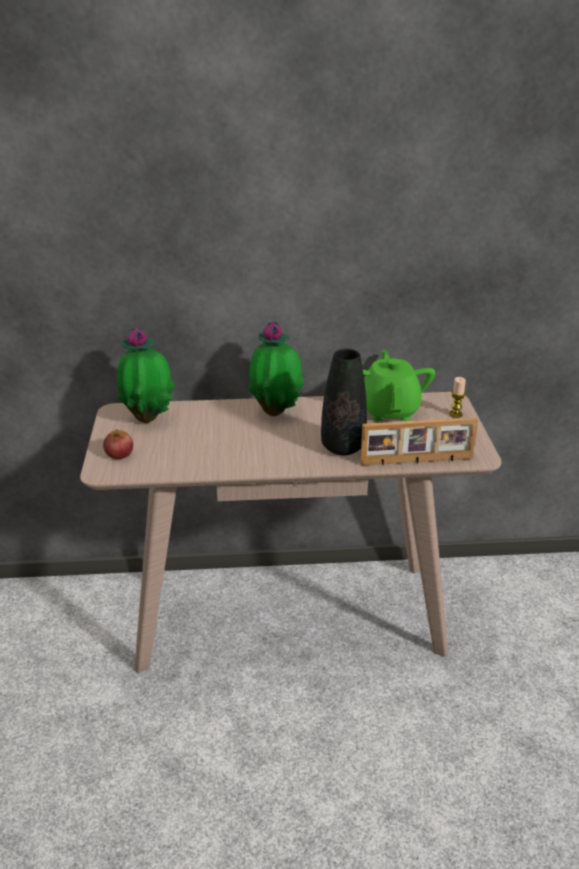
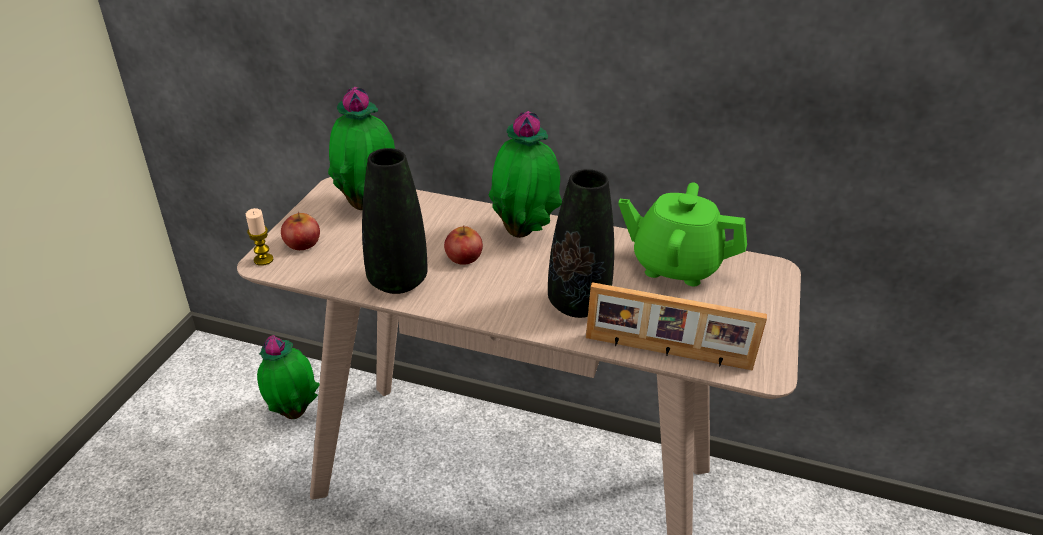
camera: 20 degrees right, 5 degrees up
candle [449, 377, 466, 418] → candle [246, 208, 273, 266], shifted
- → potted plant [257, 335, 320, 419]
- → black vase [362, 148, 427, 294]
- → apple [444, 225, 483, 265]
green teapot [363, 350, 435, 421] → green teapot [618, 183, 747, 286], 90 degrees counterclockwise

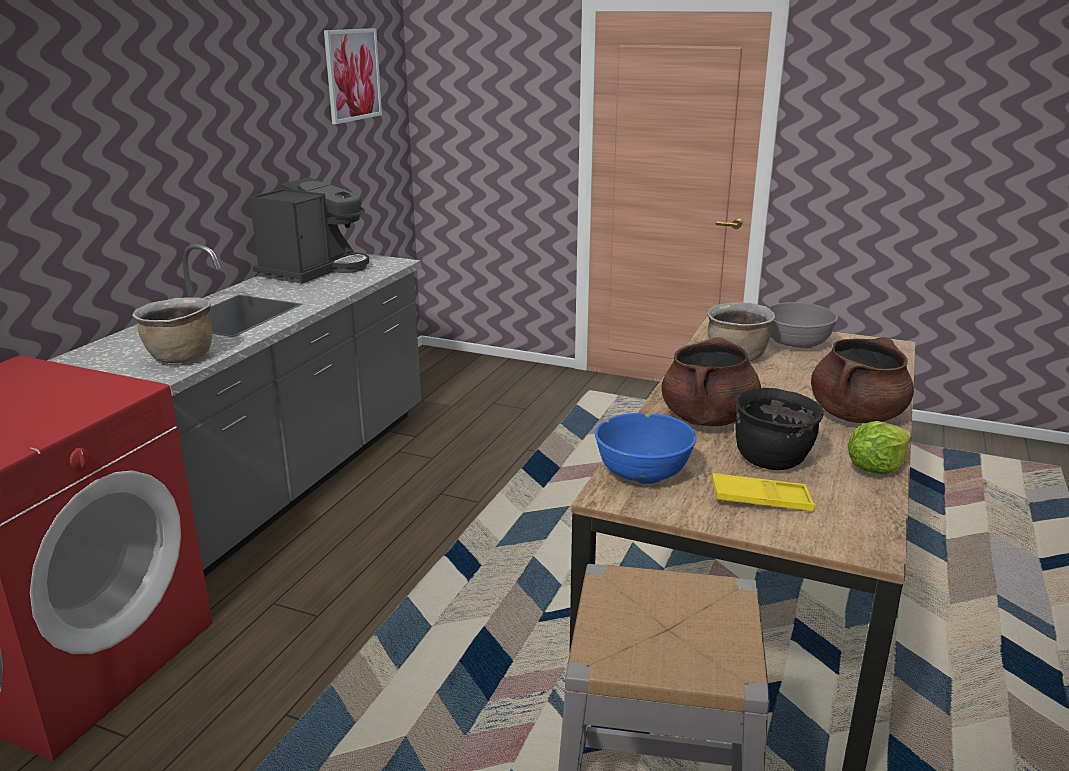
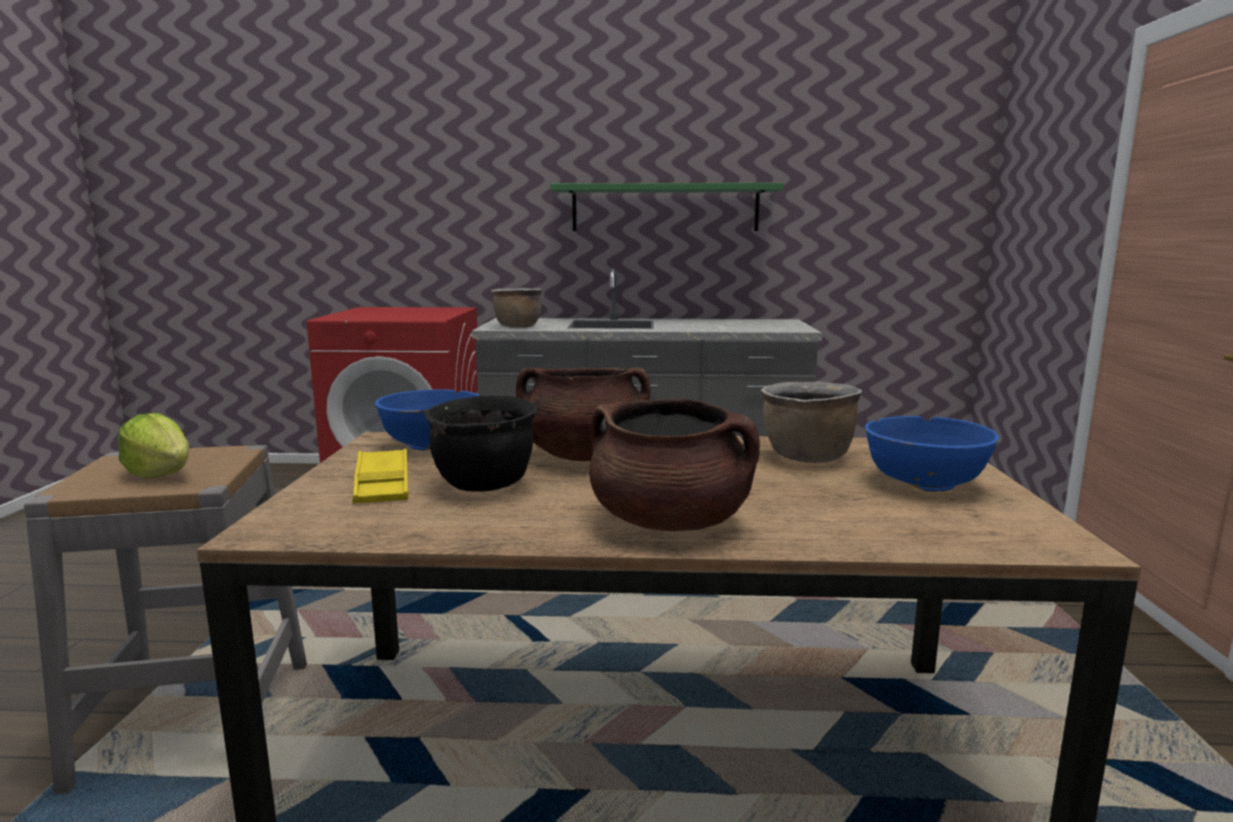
camera: 70 degrees right, 10 degrees down
lettuce [848, 421, 912, 474] → lettuce [118, 413, 189, 478], shifted
- → green shelf [550, 183, 784, 231]
grey bowl [770, 302, 838, 348] → blue bowl [865, 416, 1000, 492]
coffee machine [249, 177, 369, 284] → -
picture [324, 28, 382, 124] → -

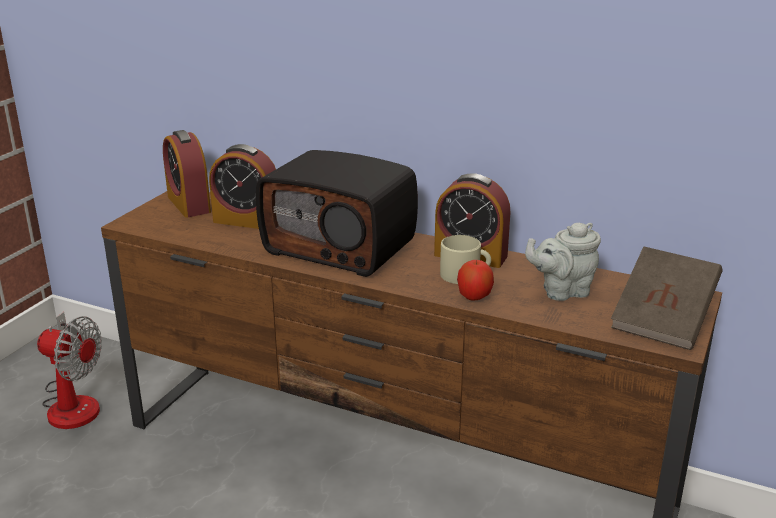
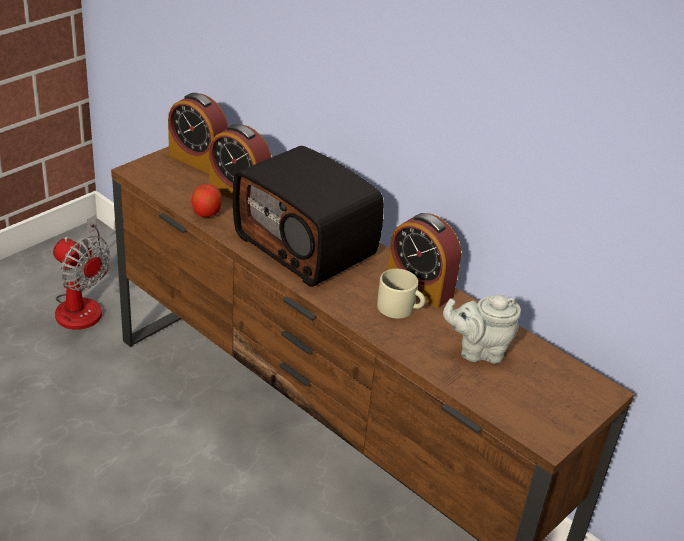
camera: 15 degrees right, 10 degrees up
alarm clock [163, 130, 211, 218] → alarm clock [168, 93, 228, 174], 45 degrees counterclockwise
apple [457, 260, 494, 301] → apple [191, 184, 222, 217], shifted
brown book [611, 247, 723, 350] → -

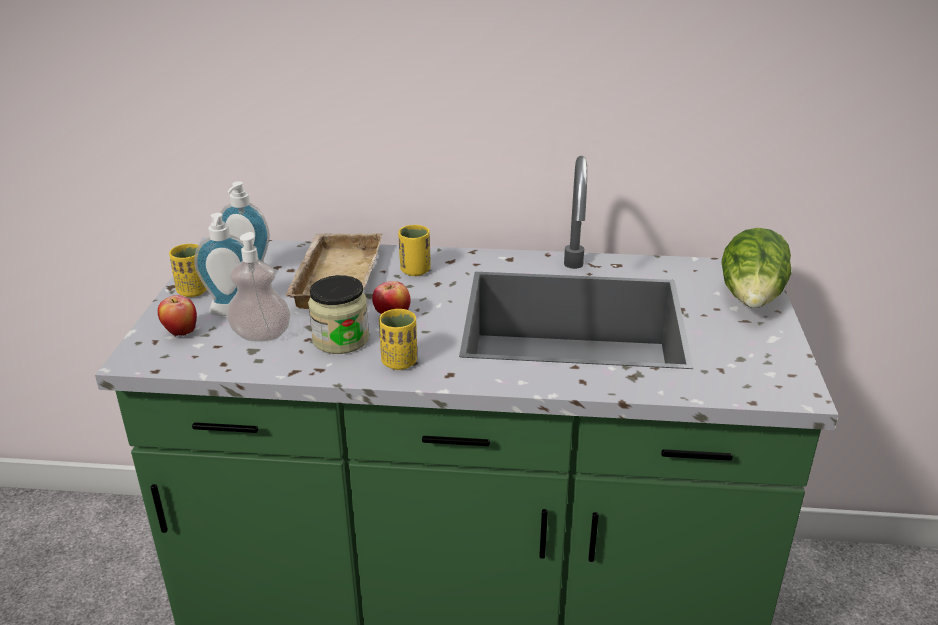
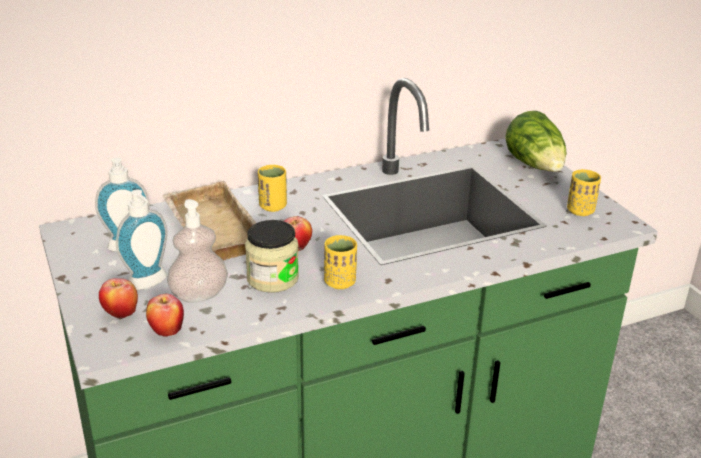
camera: 30 degrees left, 0 degrees up
- → apple [146, 294, 184, 337]
yellow cup [169, 244, 207, 297] → yellow cup [567, 169, 601, 216], shifted

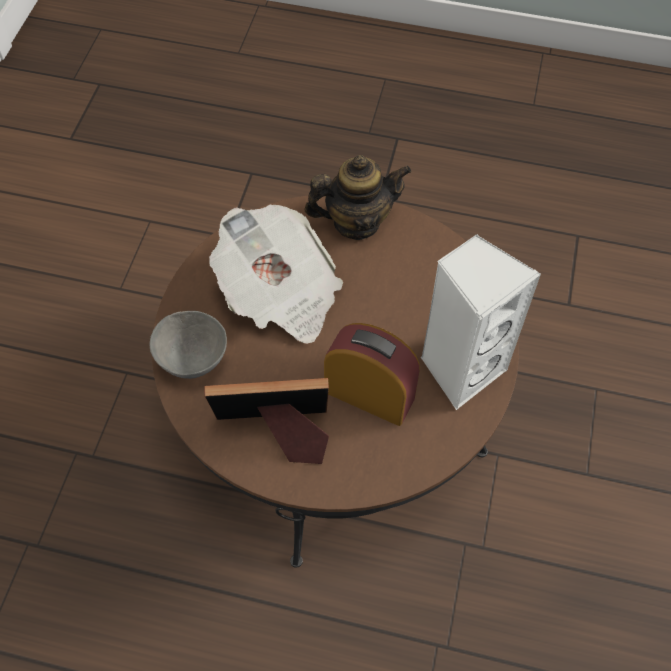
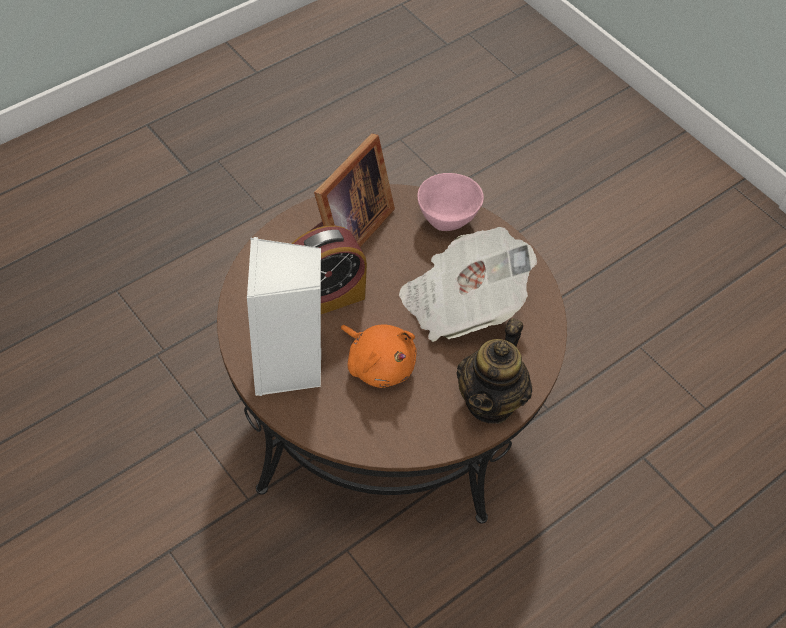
camera: 125 degrees right, 5 degrees down
- → orange plush toy [341, 325, 417, 388]
grey bowl [150, 311, 227, 379] → pink bowl [417, 173, 484, 231]

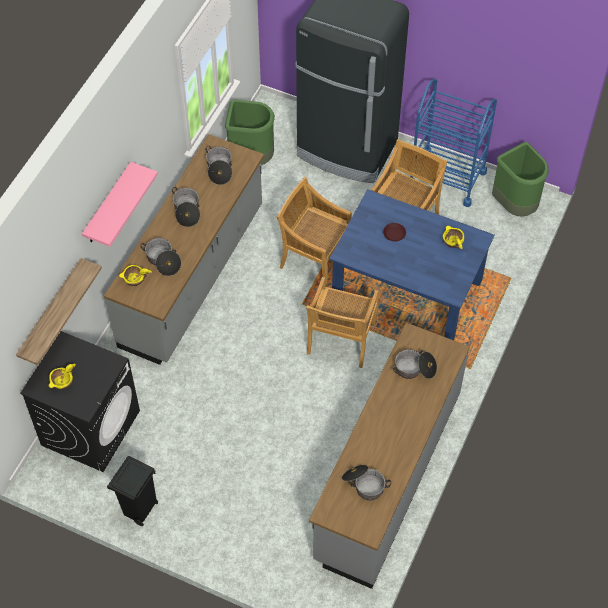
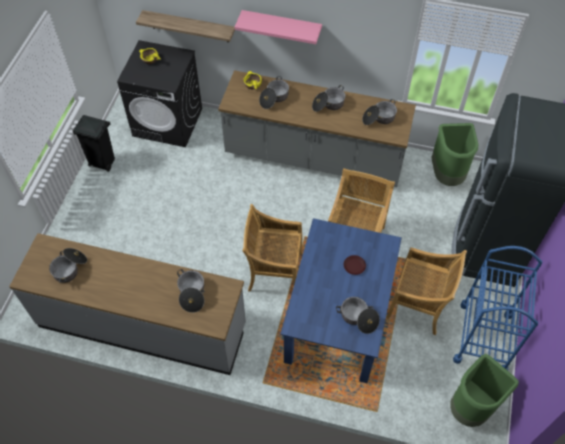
camera: 80 degrees right, 0 degrees up
yellow bowl [443, 226, 464, 249] → cooking pot [336, 297, 380, 334]

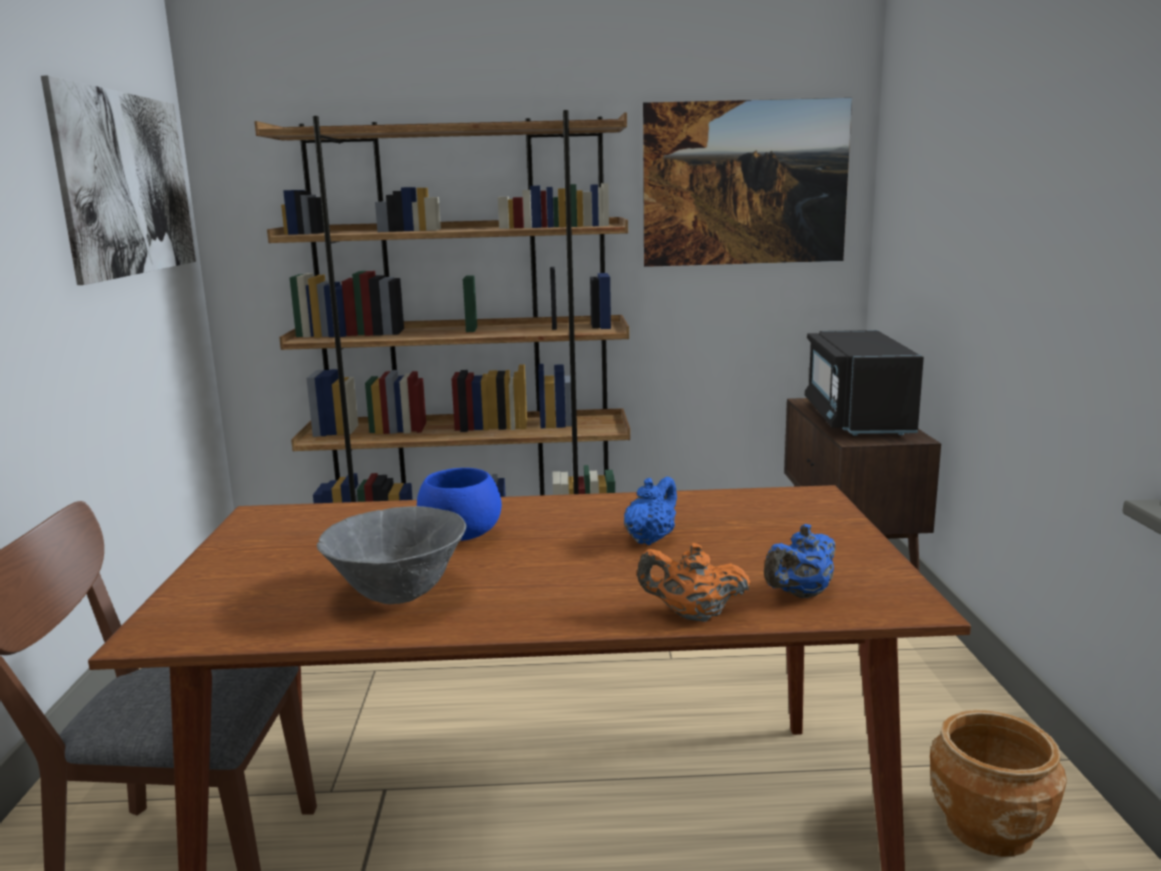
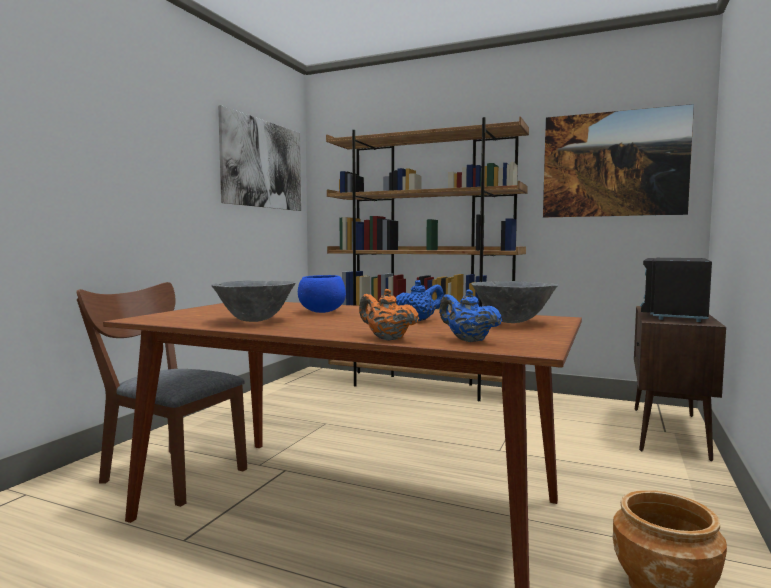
camera: 25 degrees right, 10 degrees down
blue teapot [764, 524, 836, 598] → blue teapot [439, 289, 502, 342], 60 degrees clockwise
- → grey bowl [471, 281, 558, 323]

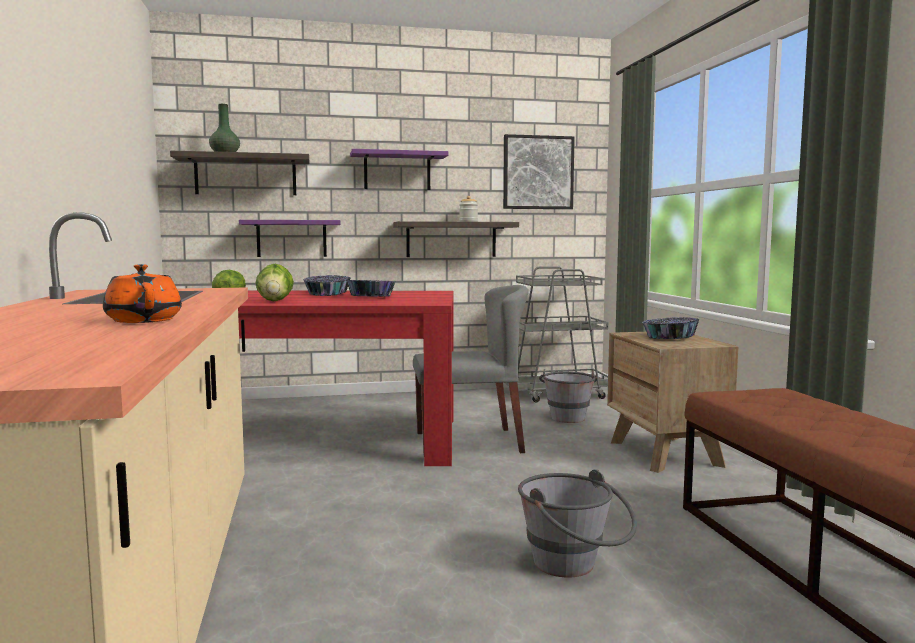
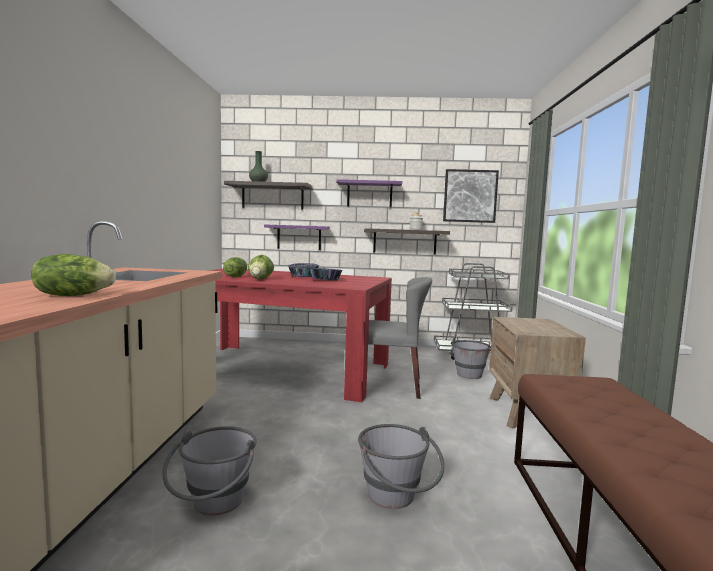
camera: 15 degrees right, 0 degrees up
orange teapot [103, 264, 182, 323] → lettuce [31, 254, 116, 296]
- → grey bucket [162, 426, 257, 515]
bowl [642, 317, 700, 339] → -

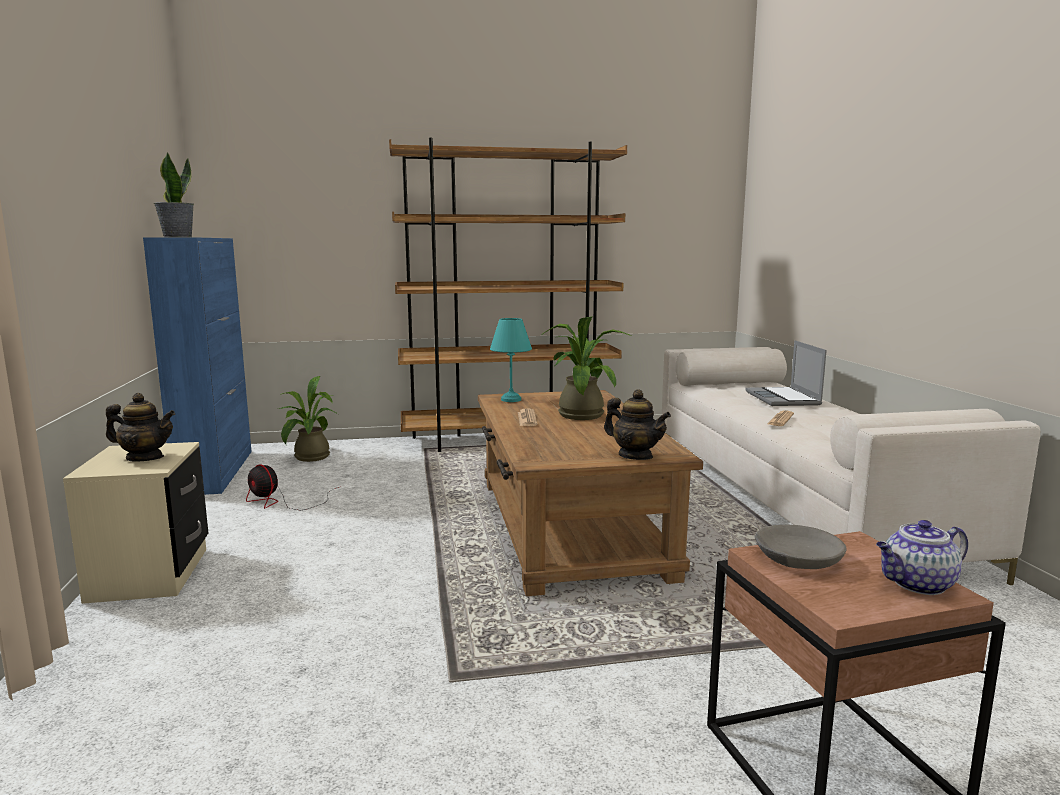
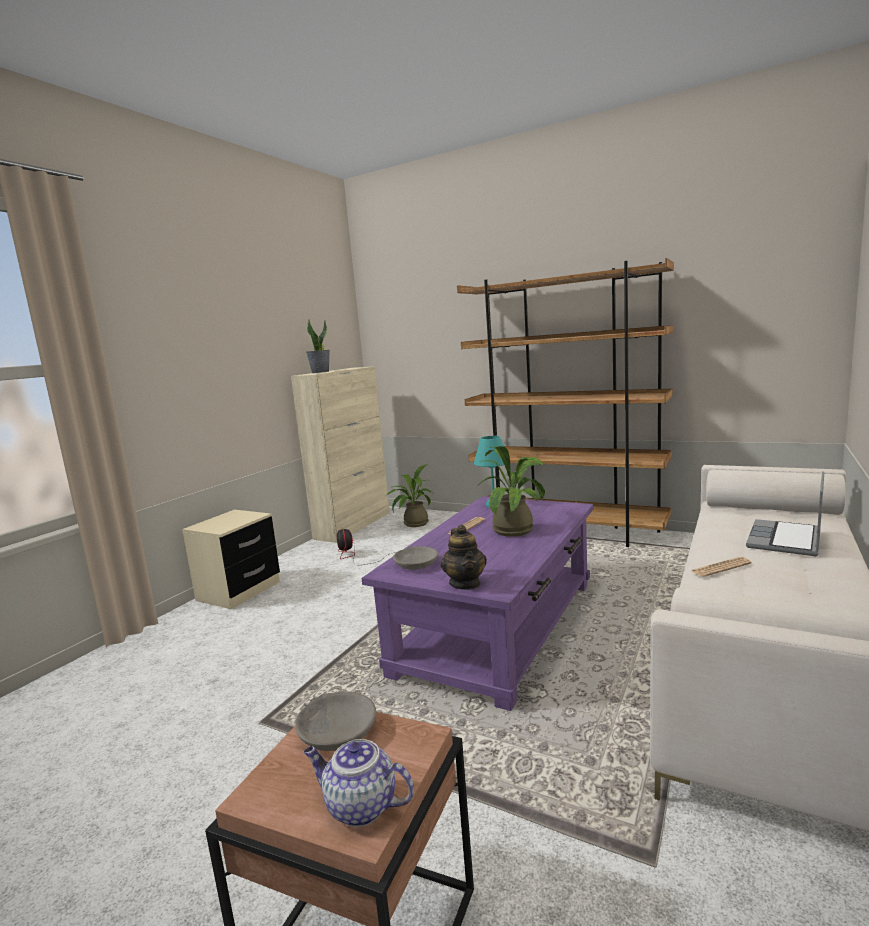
camera: 40 degrees right, 0 degrees up
blue cabinet [143, 237, 252, 495] → beige cabinet [291, 366, 390, 543]
brown coffee table [478, 390, 703, 596] → purple coffee table [362, 496, 594, 711]
- → grey bowl [393, 546, 439, 570]
teapot [106, 393, 175, 462] → -

